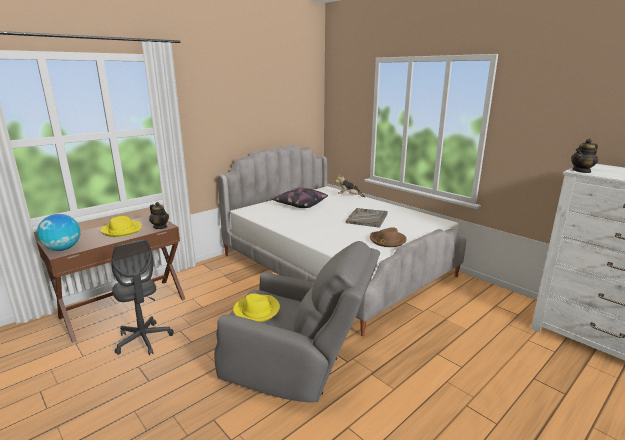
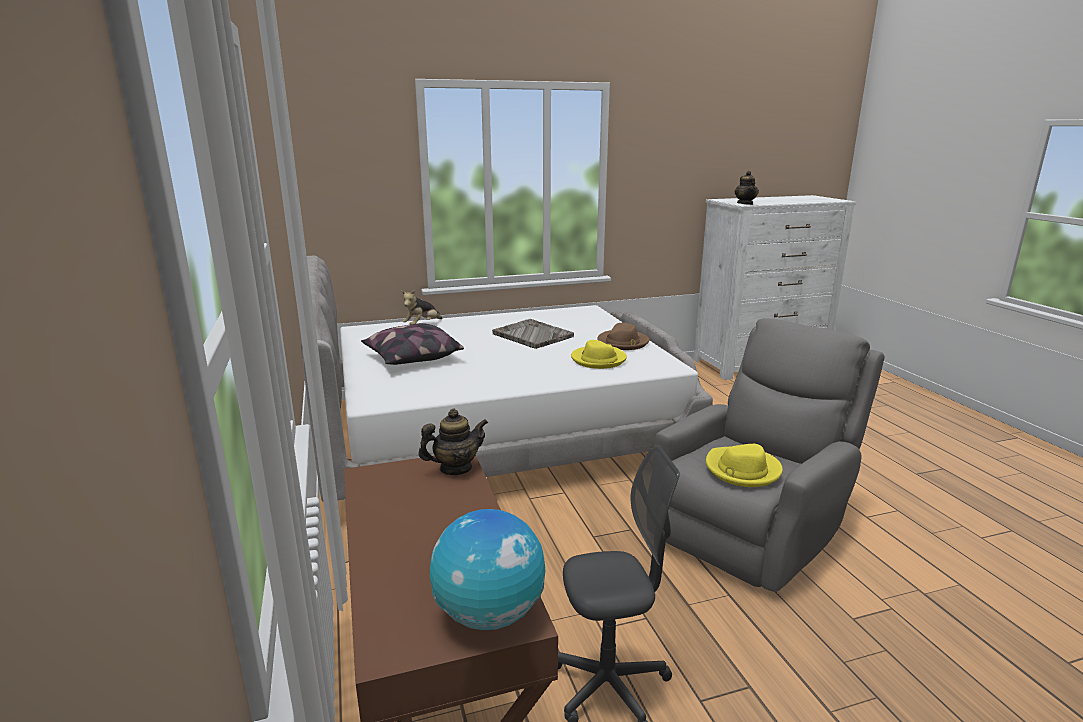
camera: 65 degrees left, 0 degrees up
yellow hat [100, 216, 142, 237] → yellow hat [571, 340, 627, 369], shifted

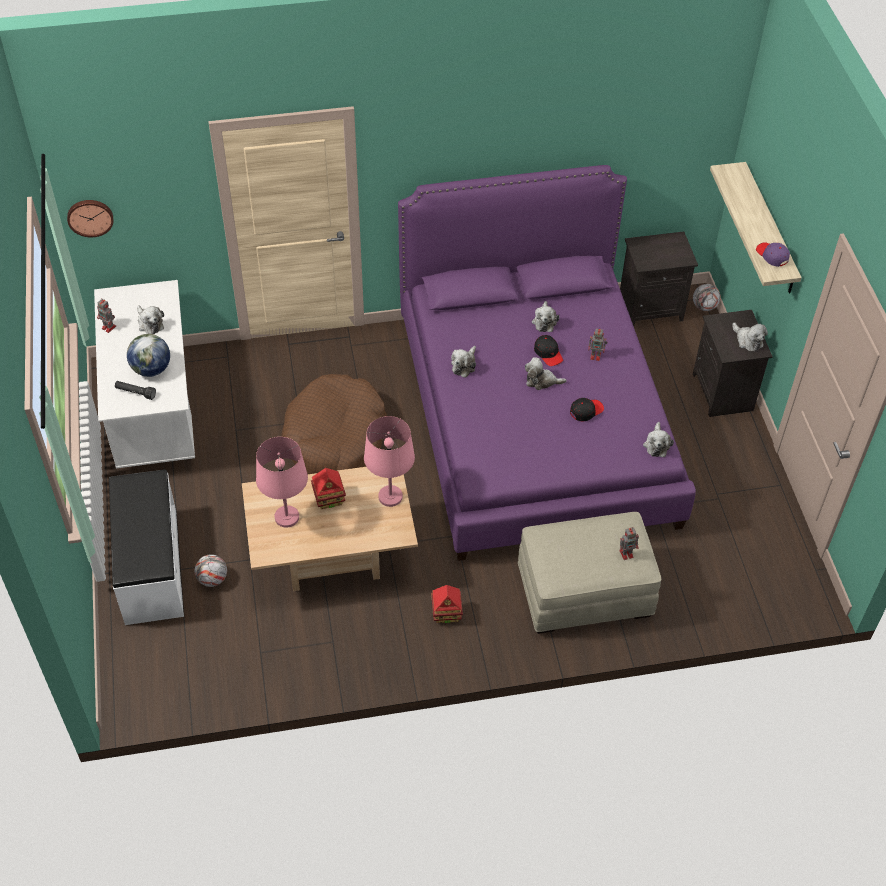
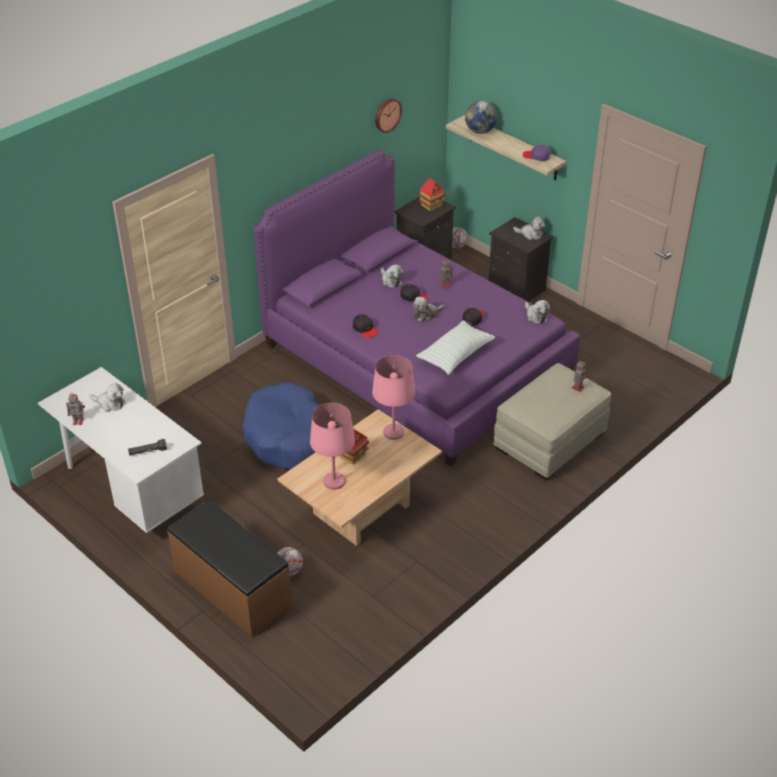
camera: 35 degrees left, 10 degrees down
white bench [109, 469, 184, 625] → brown bench [167, 500, 292, 637]
brown dog bed [281, 374, 387, 474] → blue dog bed [242, 383, 329, 470]
plush toy [451, 346, 476, 378] → black cap [353, 314, 378, 338]
wall clock [67, 200, 113, 237] → wall clock [375, 98, 402, 133], shifted
- → pillow [416, 320, 495, 375]
toy house [431, 585, 463, 623] → toy house [418, 178, 445, 211], shifted
globe [127, 334, 170, 377] → globe [465, 101, 497, 134], shifted

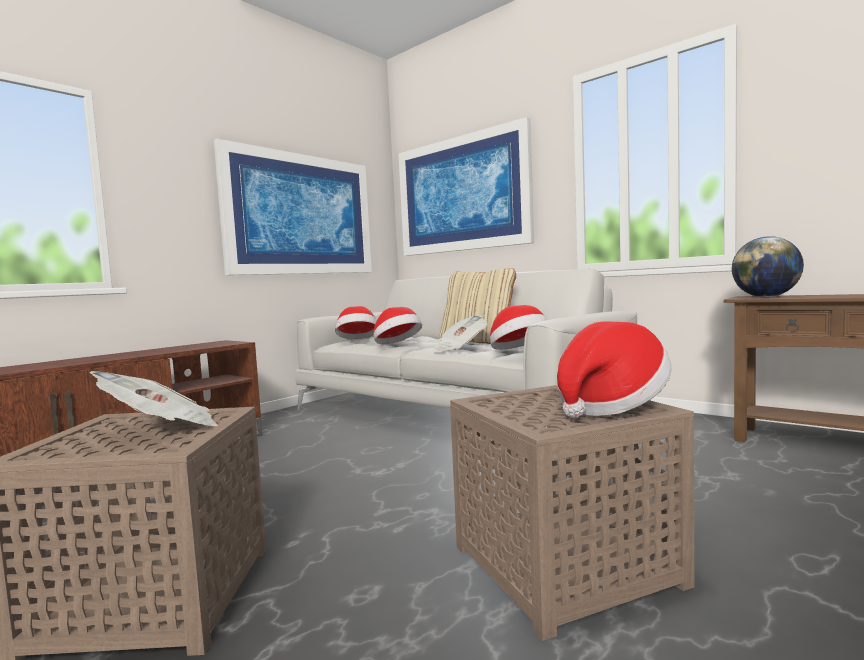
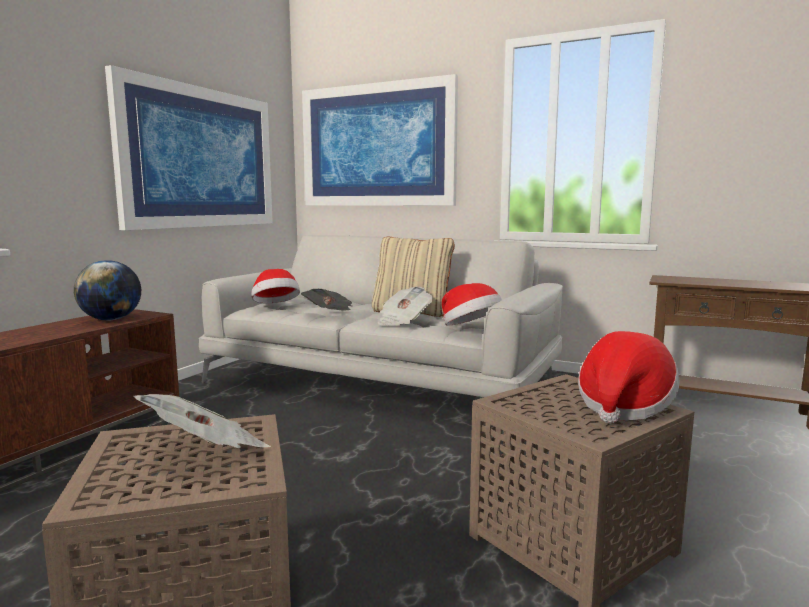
camera: 15 degrees left, 5 degrees up
globe [732, 237, 804, 297] → globe [74, 260, 141, 321], shifted
hat [374, 307, 422, 344] → newspaper [301, 289, 352, 311]

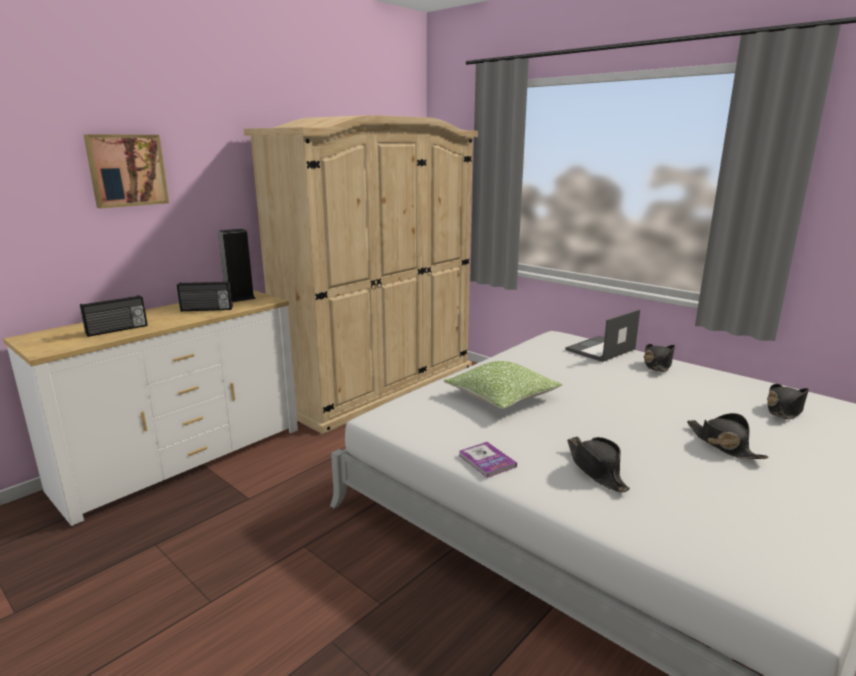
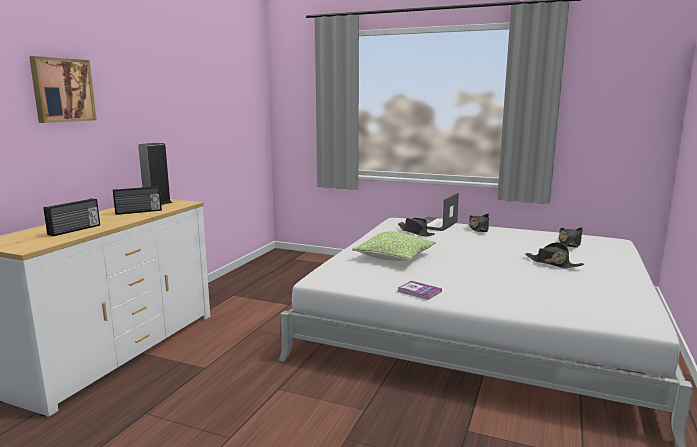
camera: 20 degrees left, 5 degrees down
black hat [567, 437, 630, 493] → black hat [398, 218, 435, 236], shifted
beige wardrobe [244, 115, 478, 434] → -

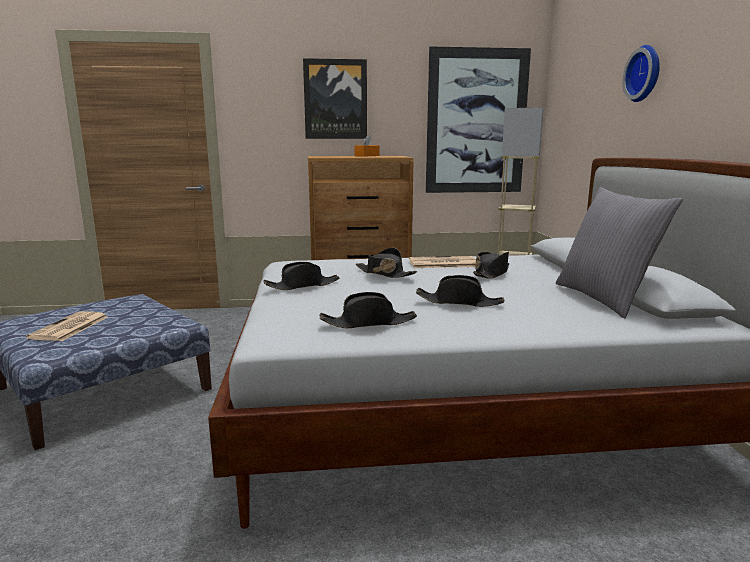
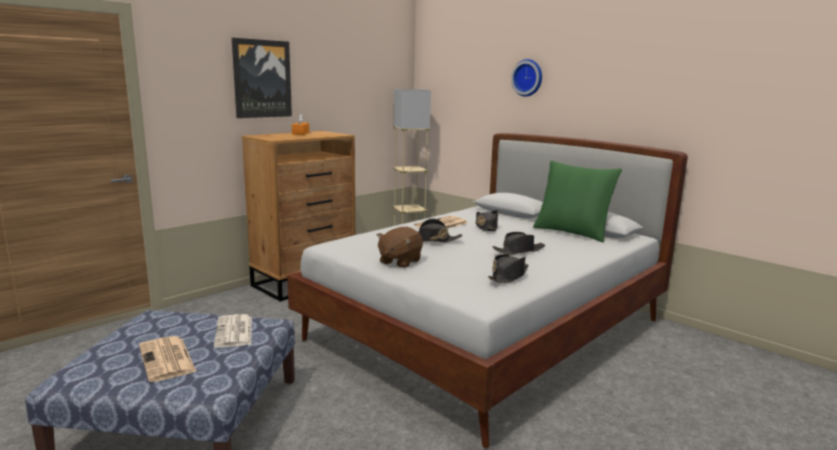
camera: 40 degrees left, 0 degrees up
- → newspaper [214, 314, 252, 348]
black hat [263, 262, 339, 290] → brown plush toy [377, 227, 423, 268]
grey pillow [556, 187, 683, 318] → green pillow [533, 161, 622, 243]
picture [426, 47, 531, 193] → -

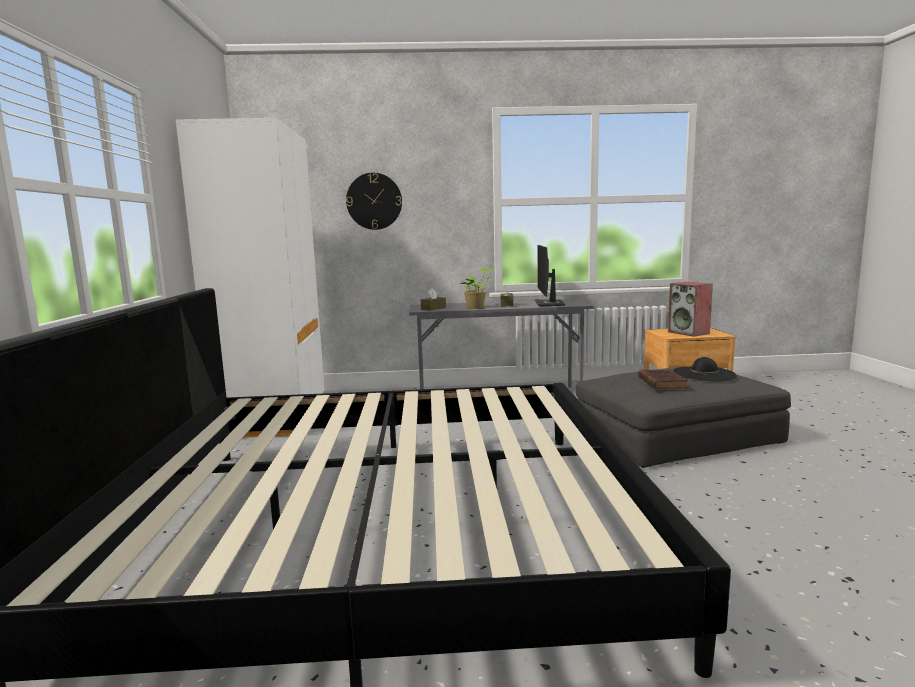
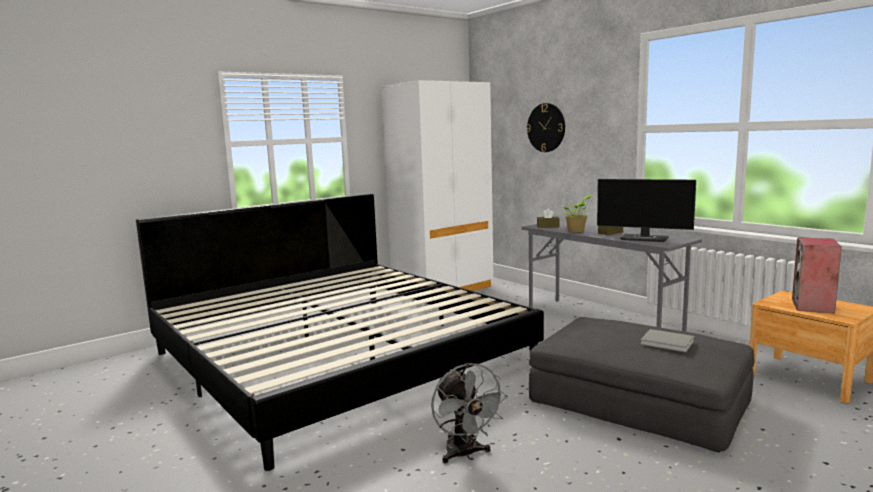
camera: 55 degrees right, 0 degrees up
- → grey fan [431, 363, 508, 463]
monitor [534, 245, 565, 307] → monitor [597, 179, 696, 242], 120 degrees counterclockwise
black hat [673, 357, 737, 381] → grey book [640, 329, 695, 353]
brown book [638, 369, 688, 389] → -

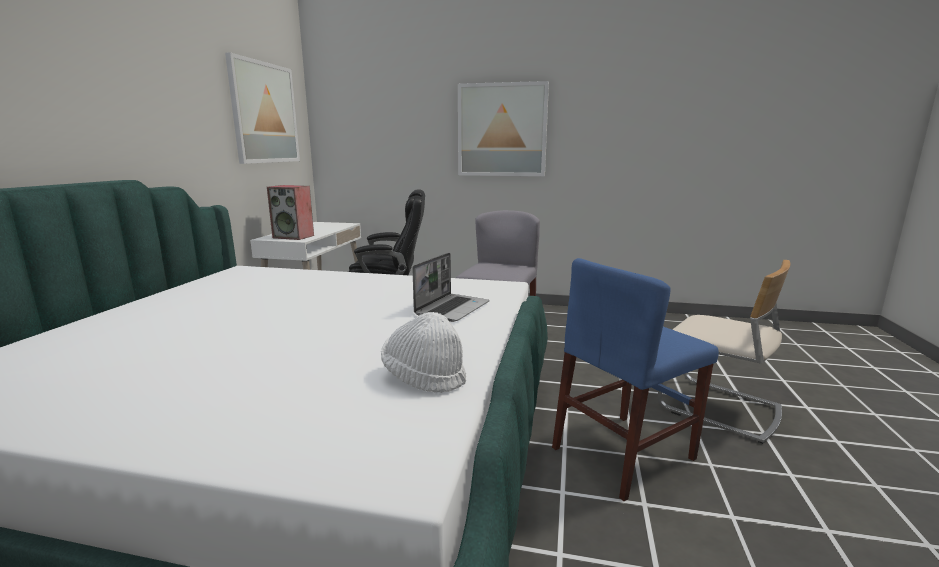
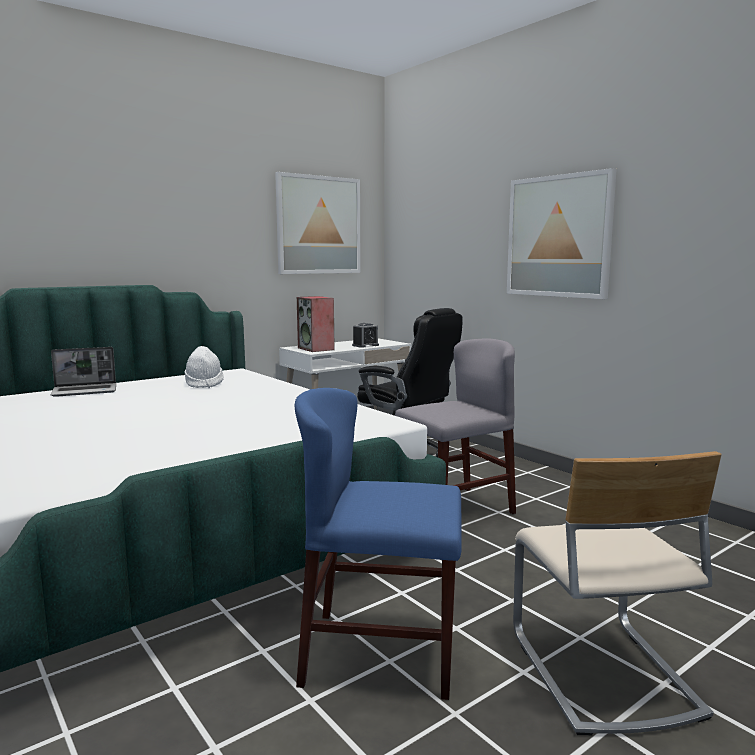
camera: 40 degrees right, 5 degrees down
laptop [412, 253, 489, 322] → laptop [50, 347, 116, 397], shifted
white hat [381, 312, 466, 393] → white hat [184, 346, 224, 388], shifted
- → alarm clock [352, 323, 379, 348]

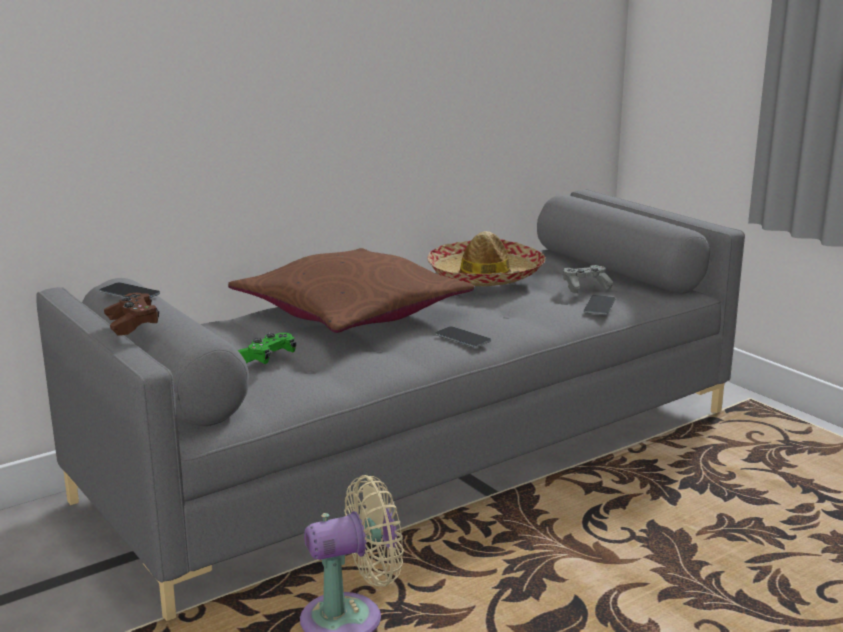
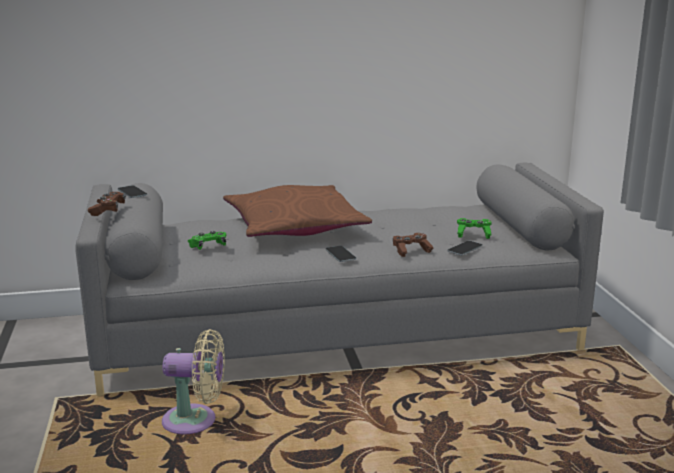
camera: 25 degrees right, 0 degrees up
- → brown game controller [393, 233, 433, 257]
grey game controller [563, 265, 614, 293] → green game controller [457, 218, 492, 239]
hat [427, 231, 545, 286] → -

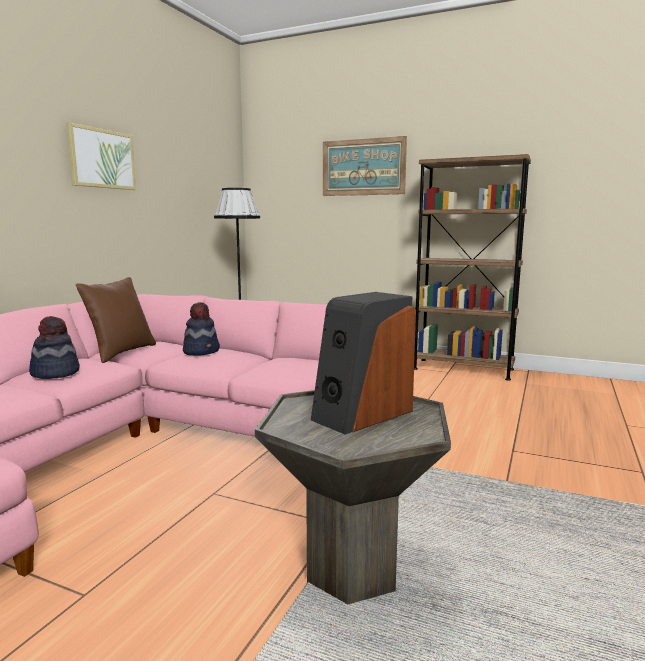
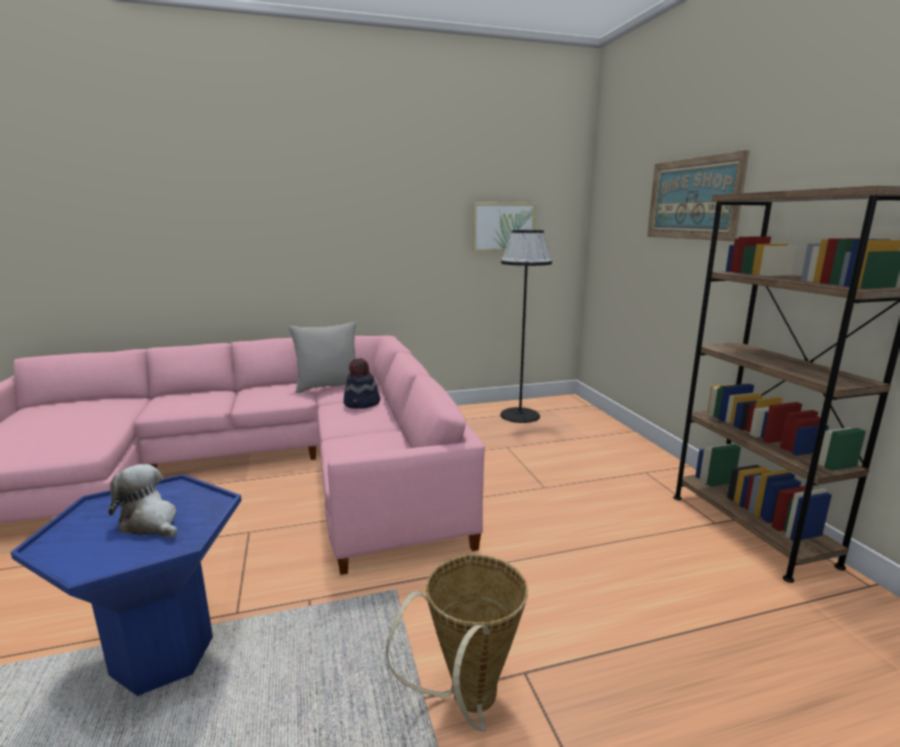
camera: 50 degrees right, 5 degrees up
grey side table [255, 390, 451, 604] → blue side table [10, 474, 242, 696]
speaker [311, 292, 416, 435] → plush toy [108, 464, 177, 538]
brown pillow [76, 277, 156, 363] → grey pillow [288, 322, 356, 393]
- → basket [386, 554, 528, 731]
picture [66, 122, 136, 190] → picture [472, 202, 536, 252], shifted
hat [29, 316, 80, 379] → -

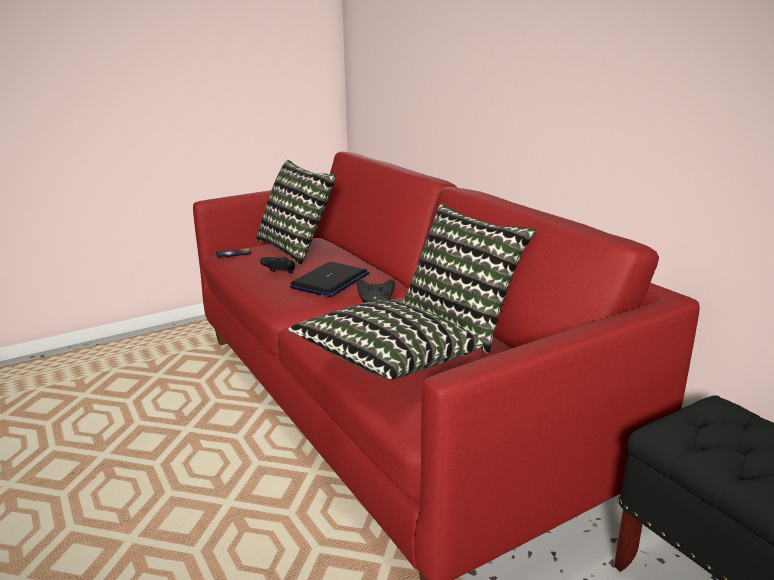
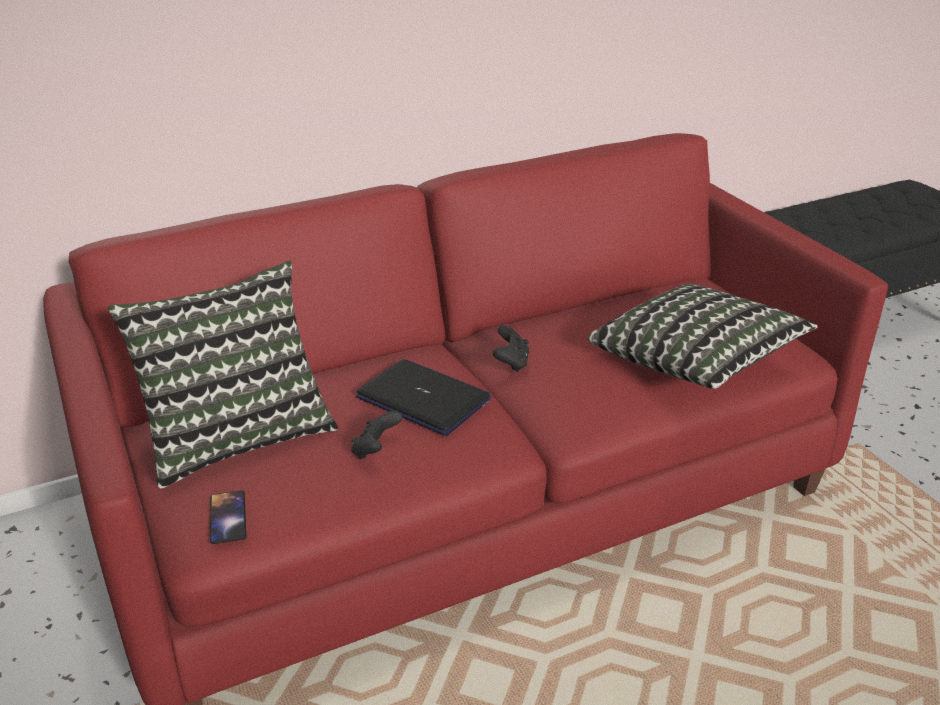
camera: 85 degrees left, 10 degrees up
pillow [403, 204, 536, 353] → -

